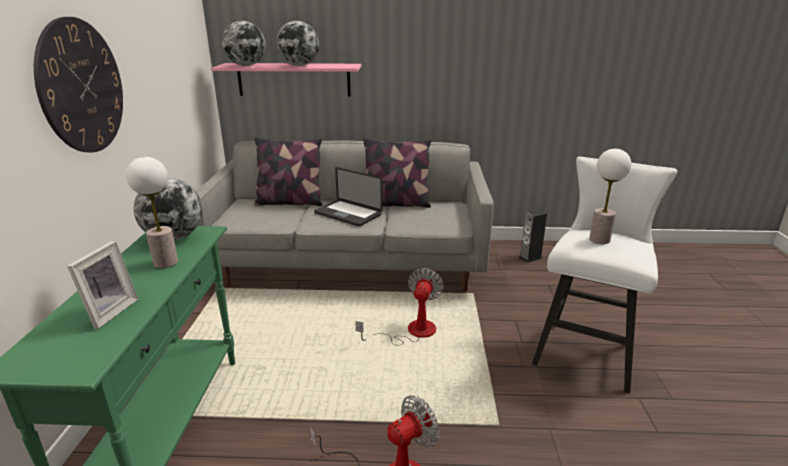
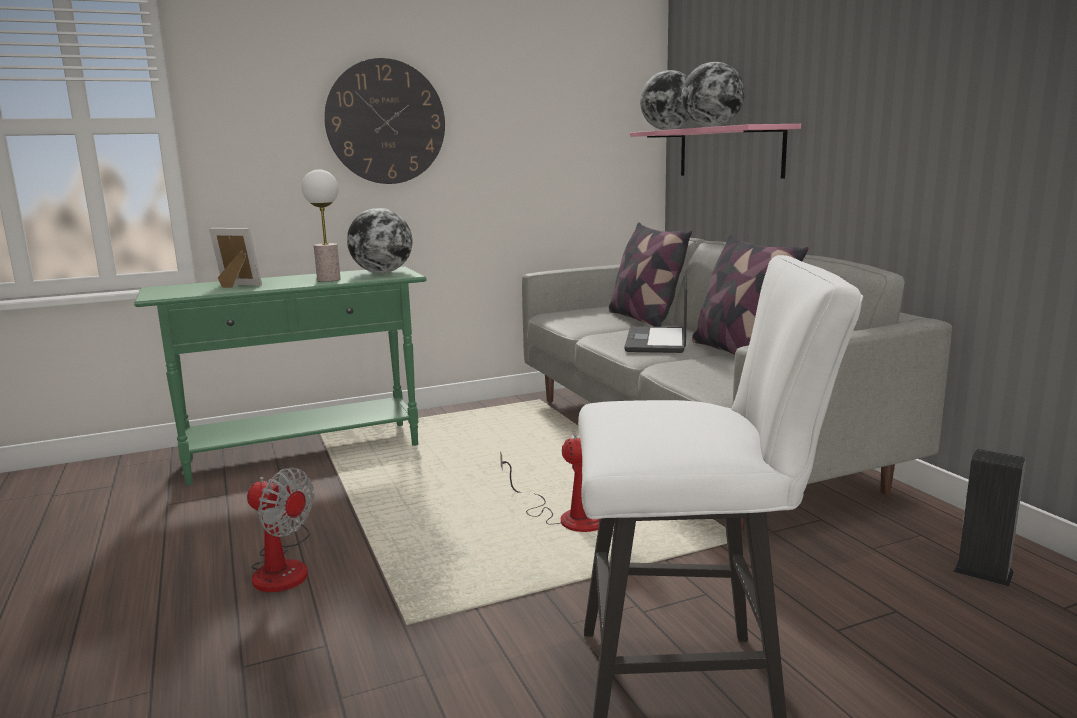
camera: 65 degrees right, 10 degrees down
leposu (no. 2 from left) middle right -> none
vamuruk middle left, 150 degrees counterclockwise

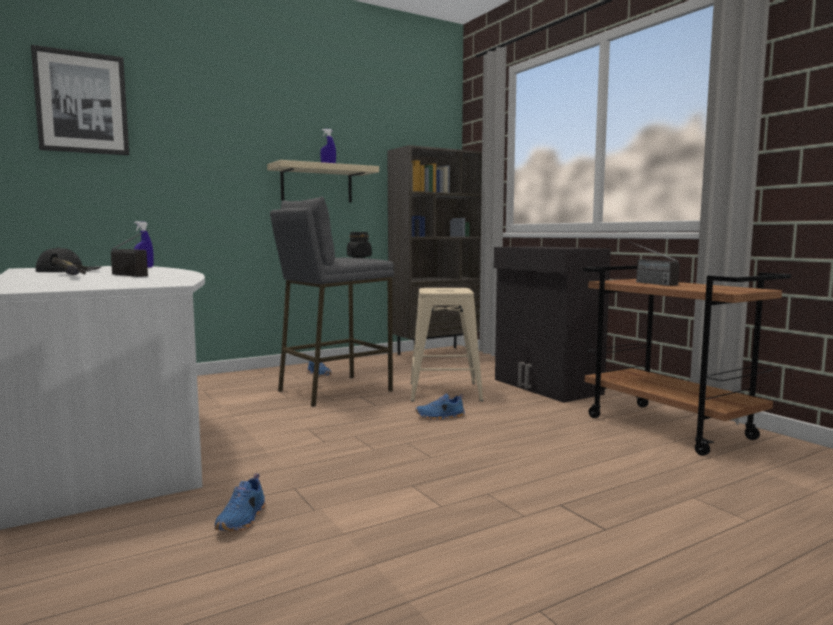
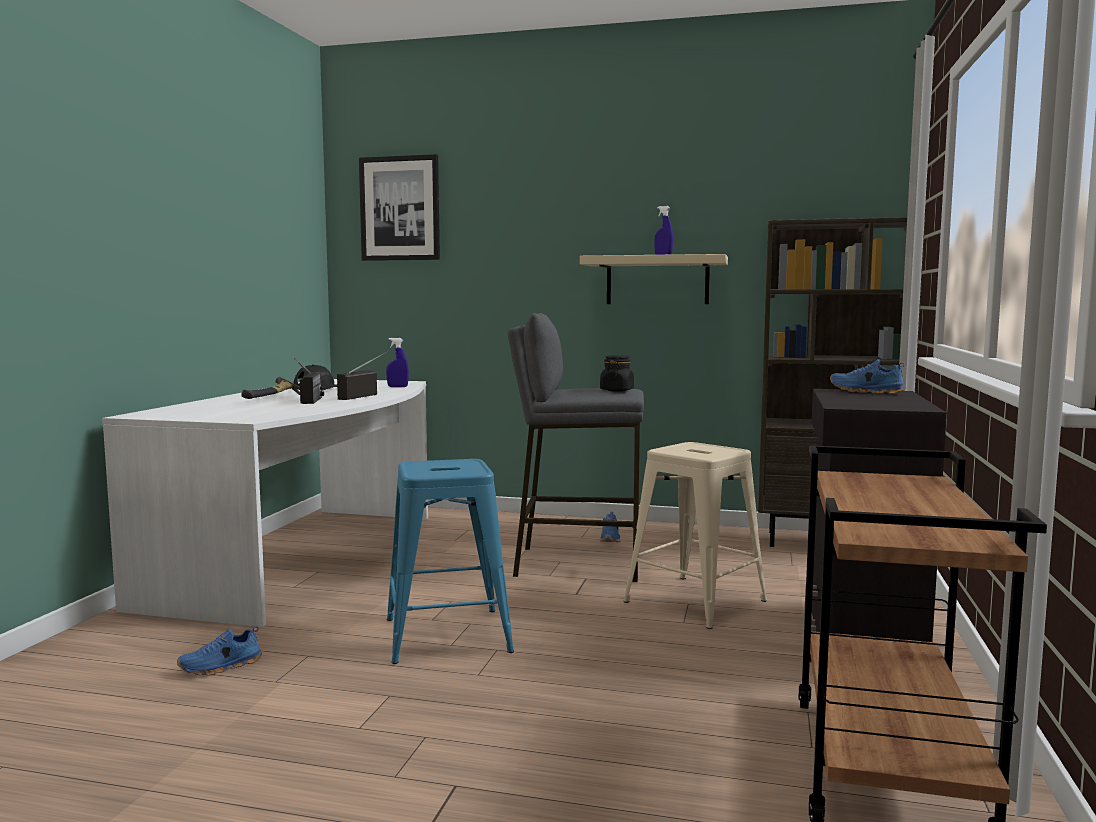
camera: 45 degrees right, 0 degrees up
none -> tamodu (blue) bottom centre
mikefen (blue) (no. 3 from left) centre -> mikefen (blue) (no. 3 from left) middle right, shifted
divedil (no. 2 from left) middle right -> divedil (no. 2 from left) middle left, shifted

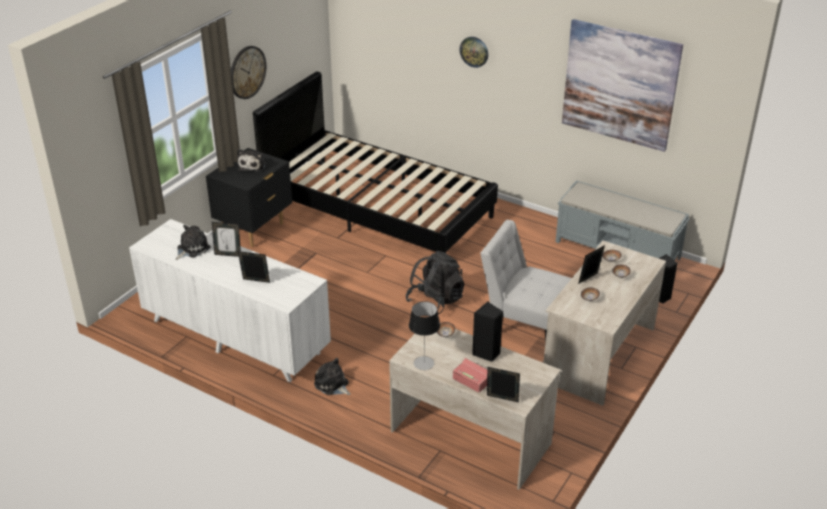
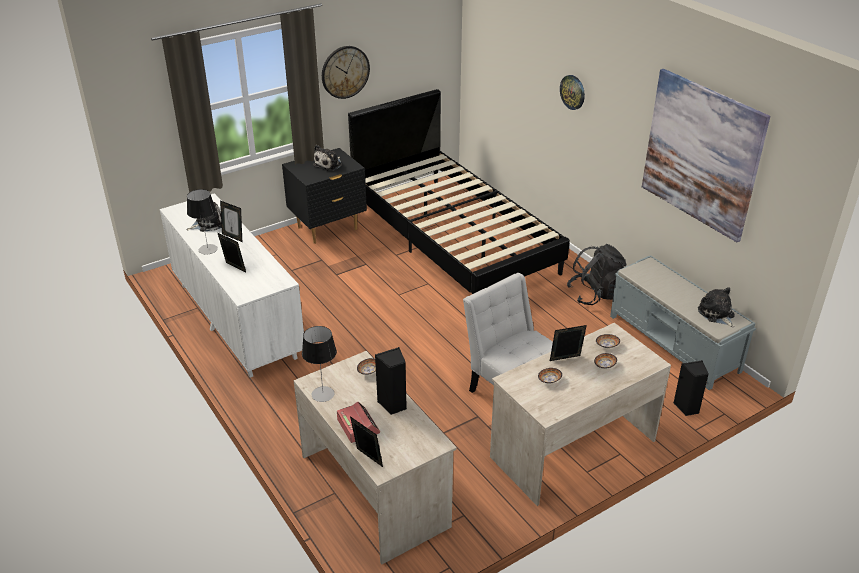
camera: 25 degrees right, 0 degrees up
none -> leposu (no. 1 from left) middle left
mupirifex (no. 3 from left) bottom centre -> mupirifex (no. 3 from left) middle right, shifted
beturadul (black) centre -> beturadul (black) middle right, shifted

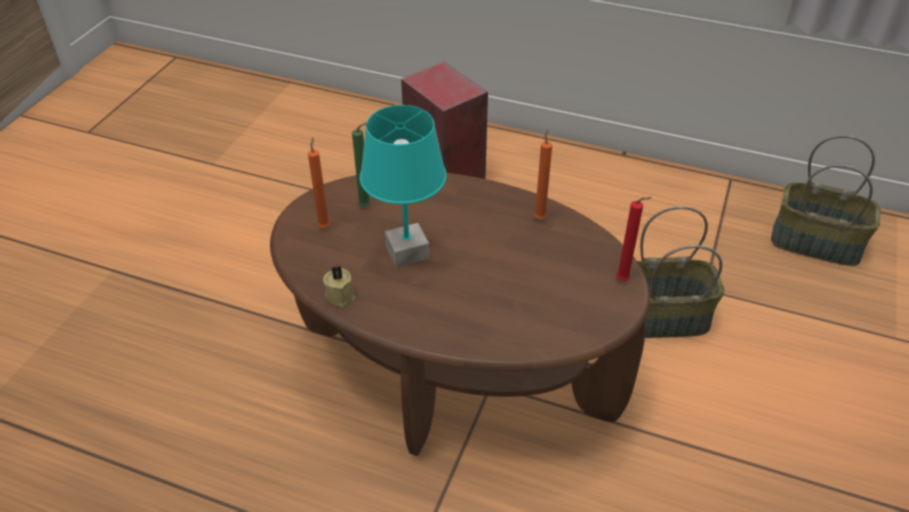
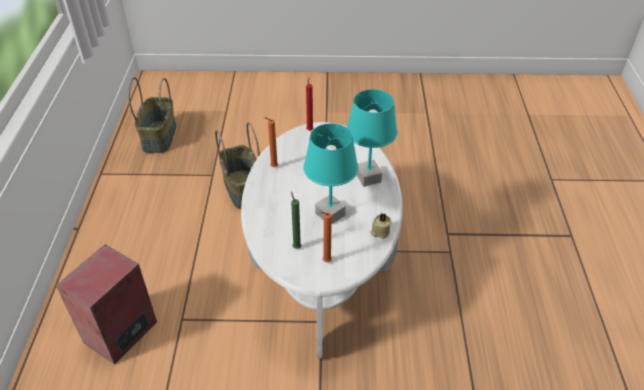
camera: 110 degrees left, 0 degrees up
none -> leposu (turquoise) (no. 2 from left) centre
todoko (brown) centre -> todoko (white) centre

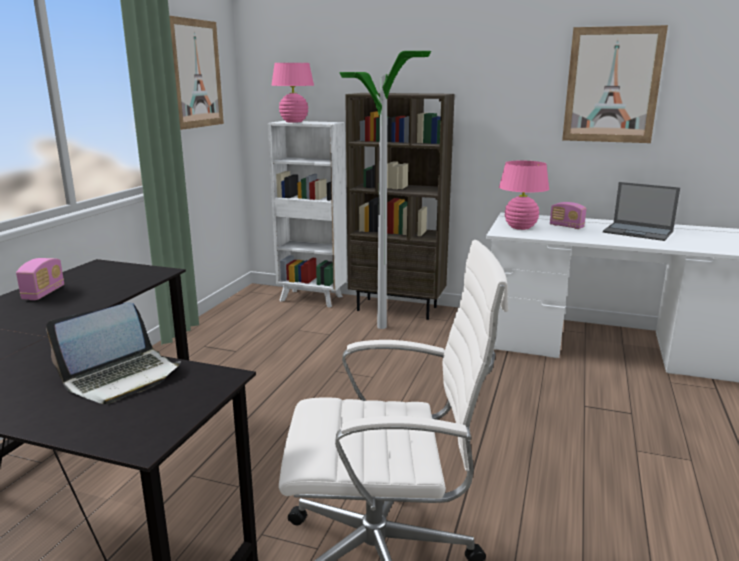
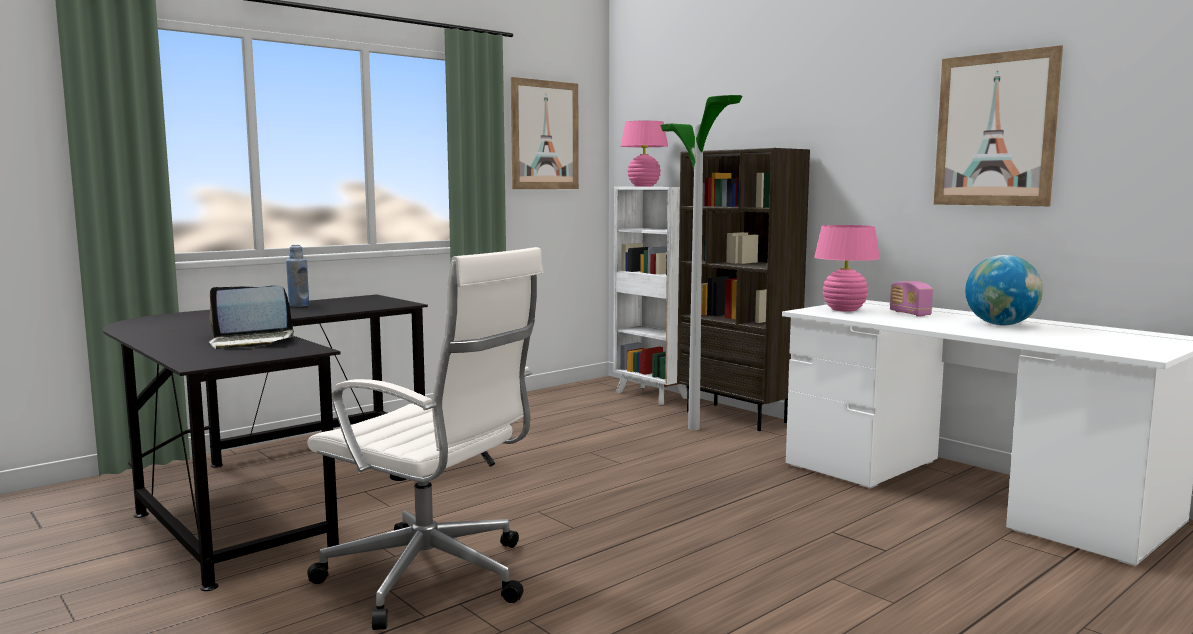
camera: 30 degrees right, 10 degrees down
divedil (no. 1 from left) middle left -> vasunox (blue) middle left
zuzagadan (no. 2 from left) middle right -> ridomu middle right

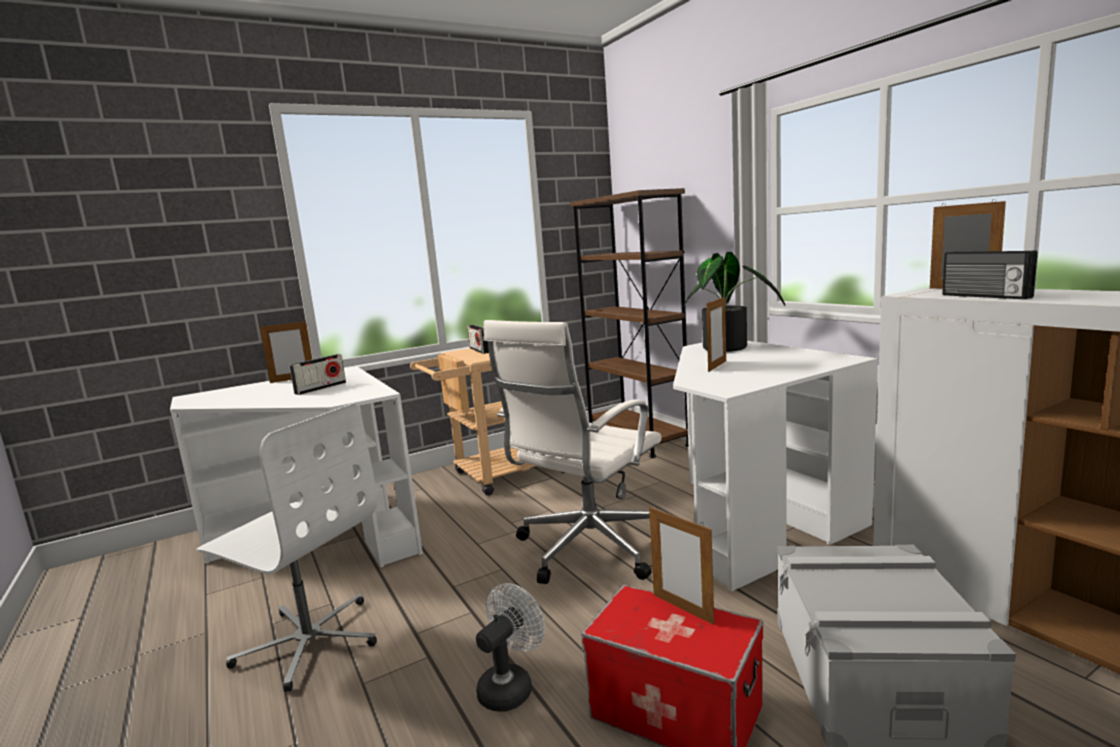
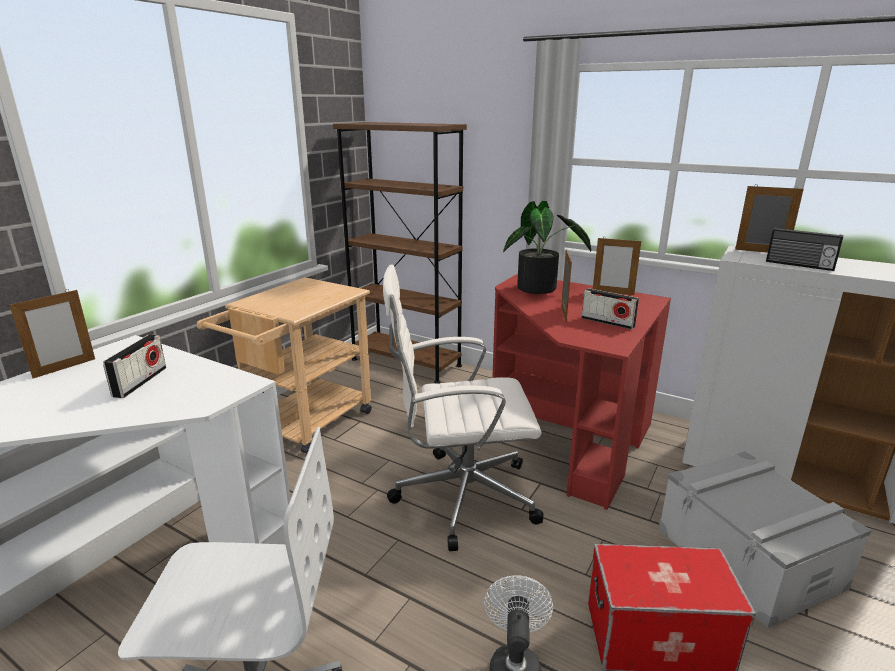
camera: 30 degrees left, 10 degrees up
divedil (no. 2 from left) centre -> divedil (no. 2 from left) middle right, shifted
vamuruk (no. 2 from left in the first image) bottom centre -> vamuruk (no. 3 from left) middle right, shifted
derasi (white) (no. 2 from left) middle right -> derasi (red) centre
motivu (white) (no. 2 from left) centre, 75 degrees clockwise

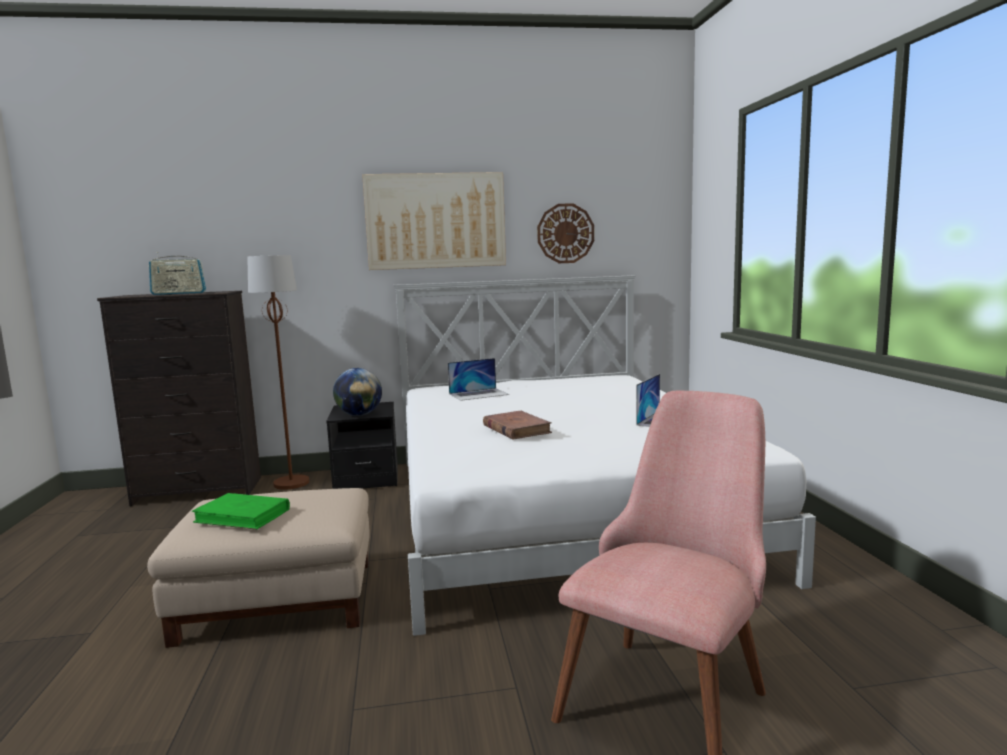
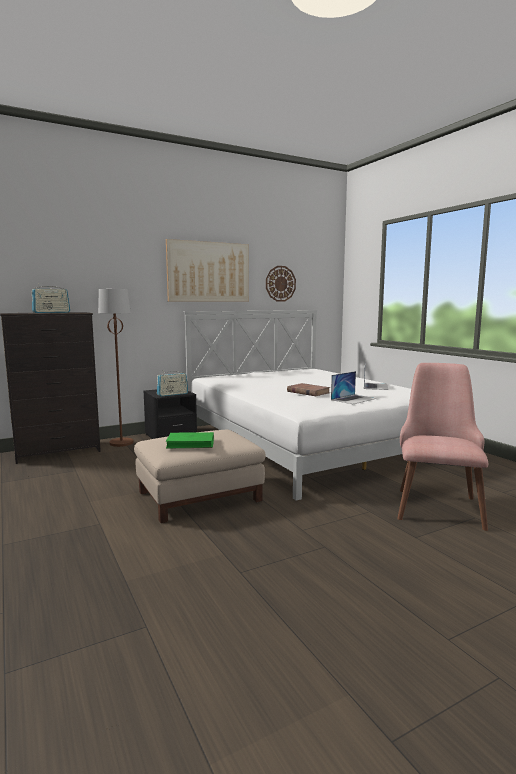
camera: 20 degrees left, 0 degrees up
zuzagadan (no. 1 from left) centre -> zuzagadan (no. 1 from left) middle right, shifted
ridomu centre -> divedil (no. 2 from left) centre

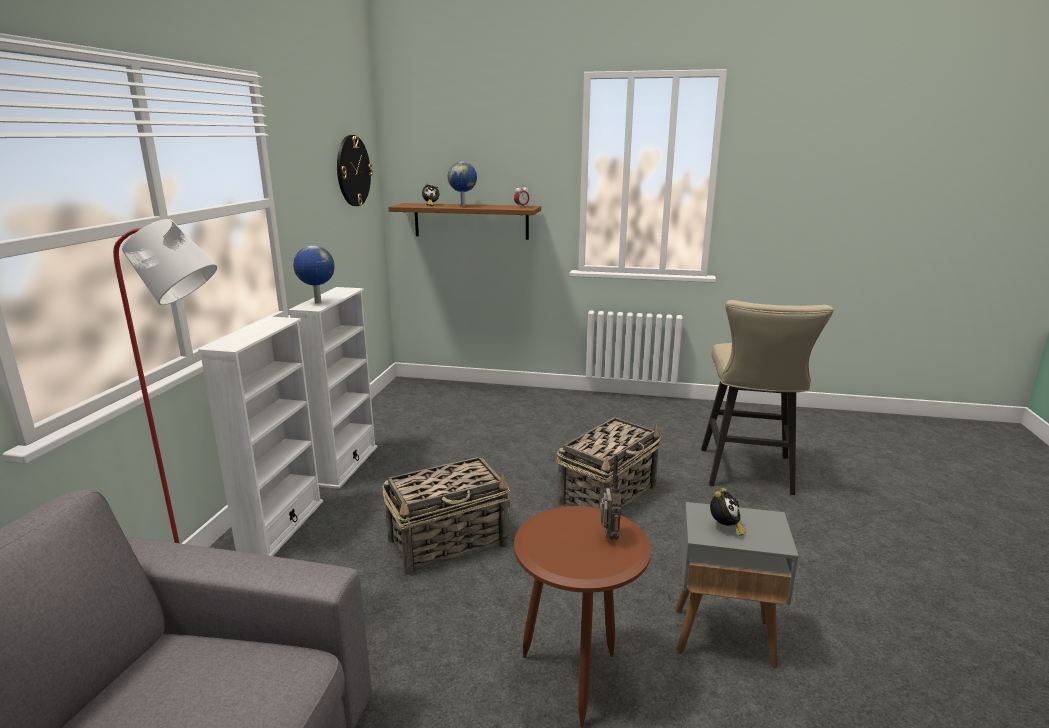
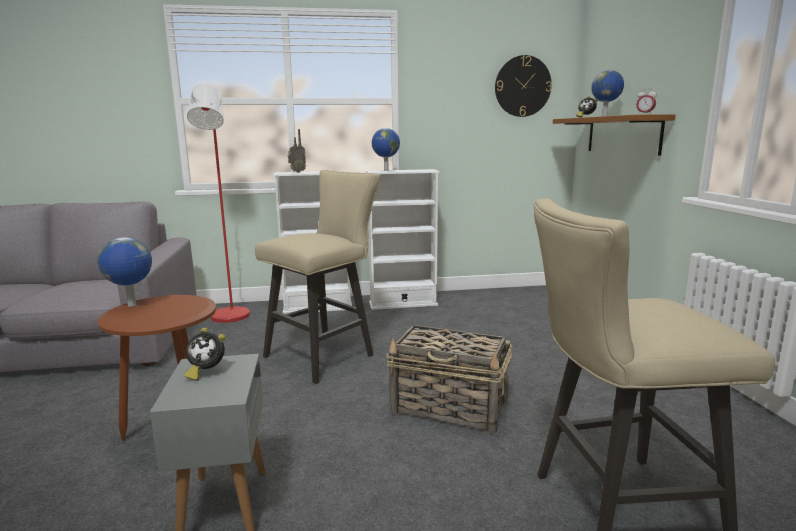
camera: 70 degrees right, 5 degrees down
none -> ridomu (no. 1 from left) middle left
divedil bottom centre -> divedil top centre, shifted
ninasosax (no. 1 from left) bottom centre -> tamodu (beige) (no. 1 from left) centre

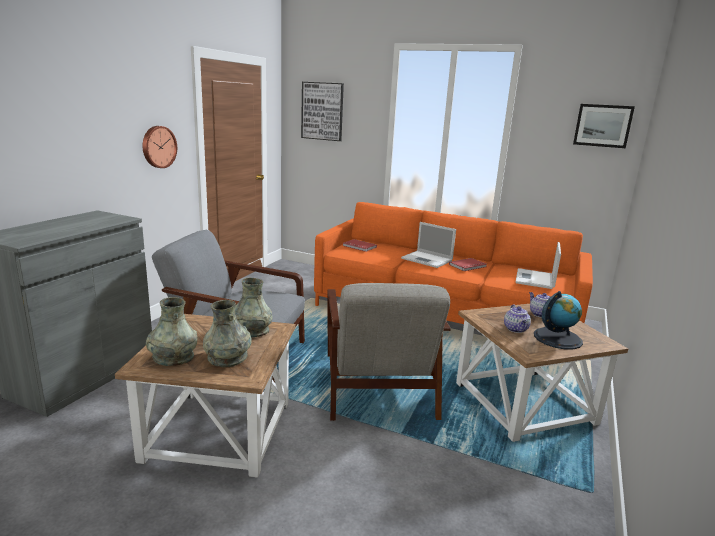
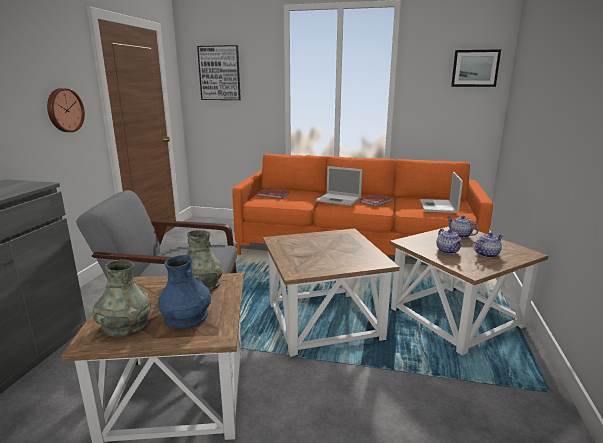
camera: 10 degrees left, 0 degrees up
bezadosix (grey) (no. 2 from left) centre -> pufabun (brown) (no. 2 from left) centre
ridomu middle right -> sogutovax (no. 3 from left) middle right
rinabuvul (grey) (no. 2 from left) middle left -> rinabuvul (blue) middle left

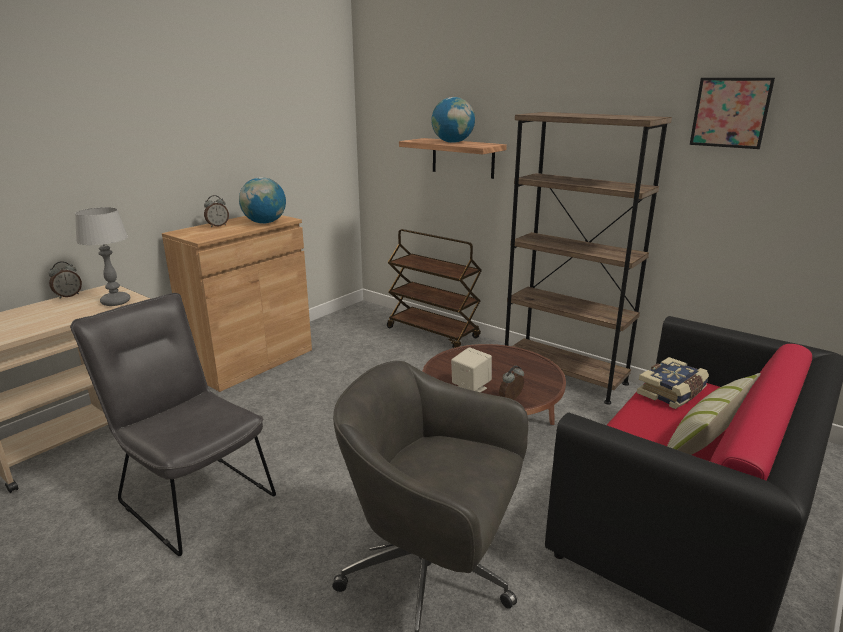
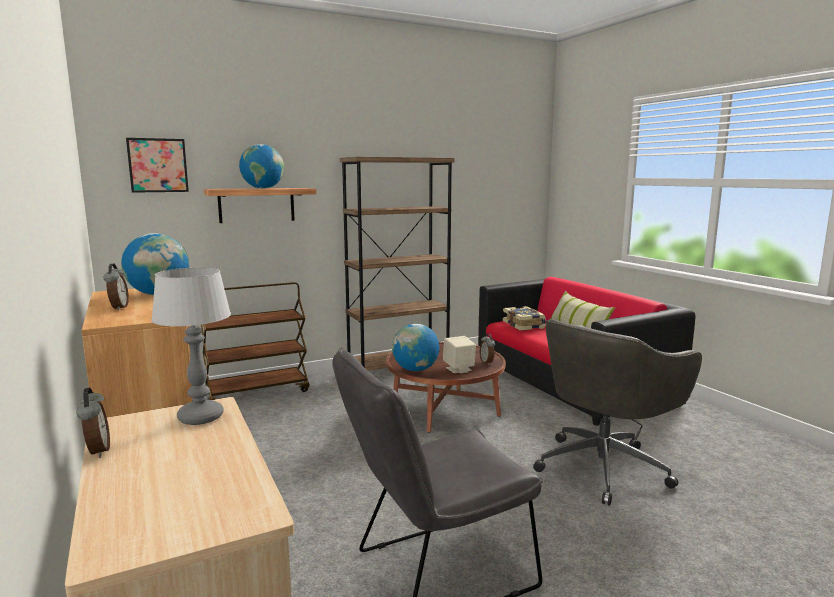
camera: 65 degrees left, 10 degrees down
none -> ridomu (no. 3 from left) centre
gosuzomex top right -> gosuzomex top left, shifted

